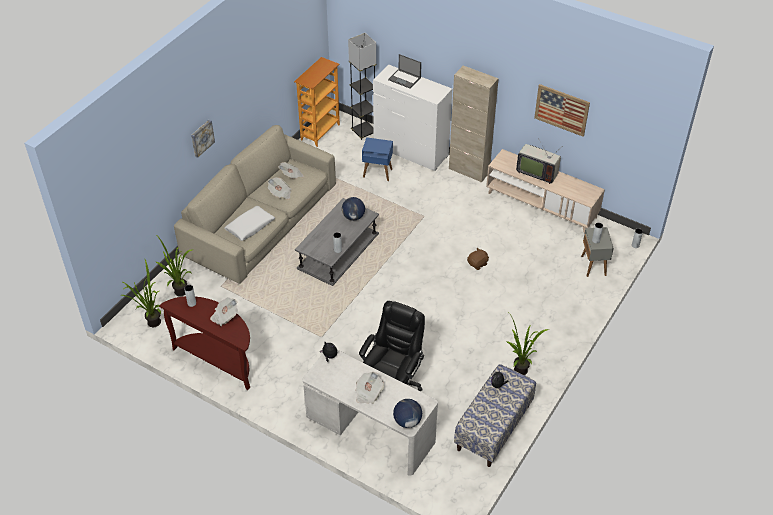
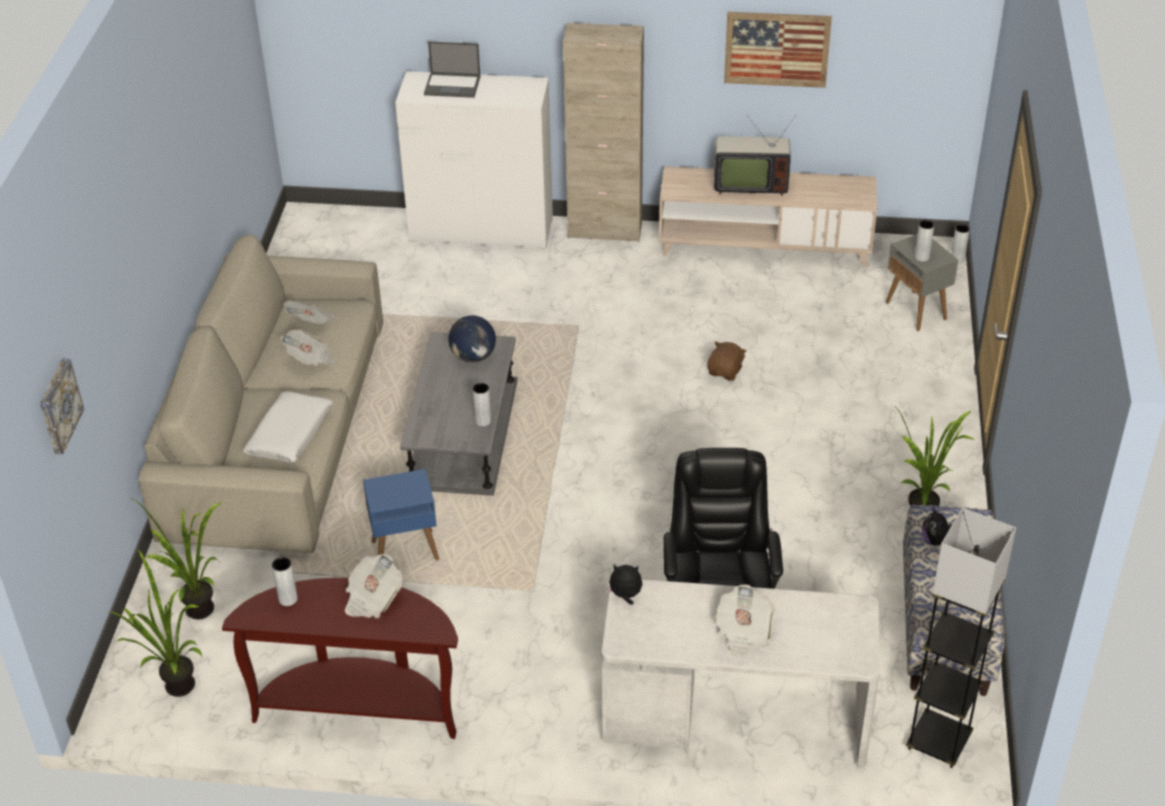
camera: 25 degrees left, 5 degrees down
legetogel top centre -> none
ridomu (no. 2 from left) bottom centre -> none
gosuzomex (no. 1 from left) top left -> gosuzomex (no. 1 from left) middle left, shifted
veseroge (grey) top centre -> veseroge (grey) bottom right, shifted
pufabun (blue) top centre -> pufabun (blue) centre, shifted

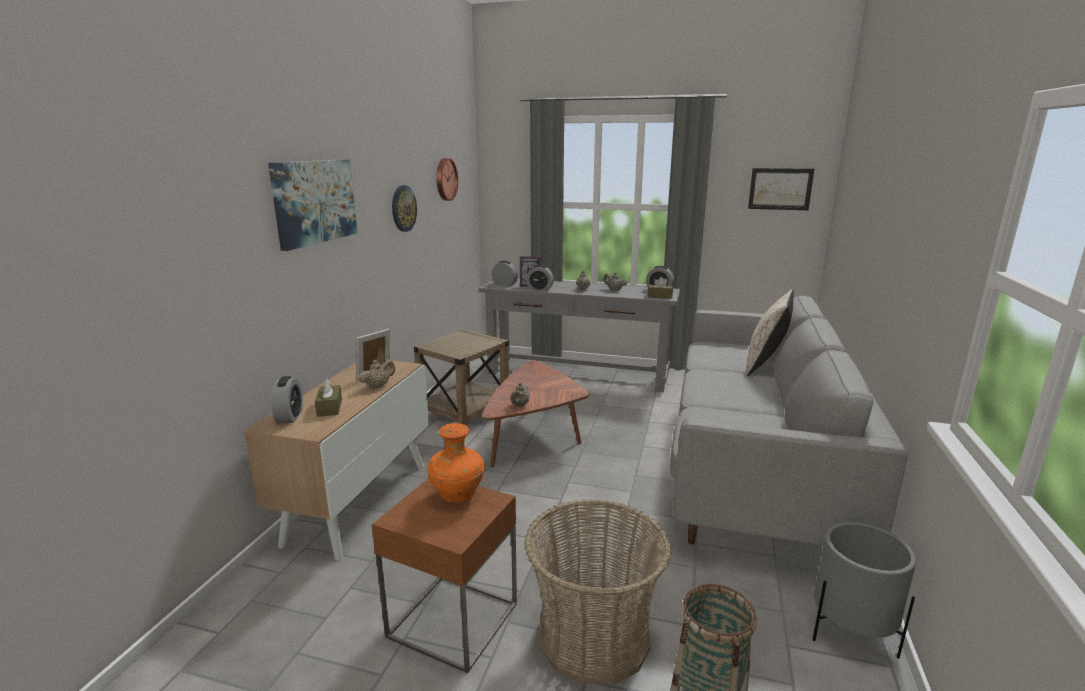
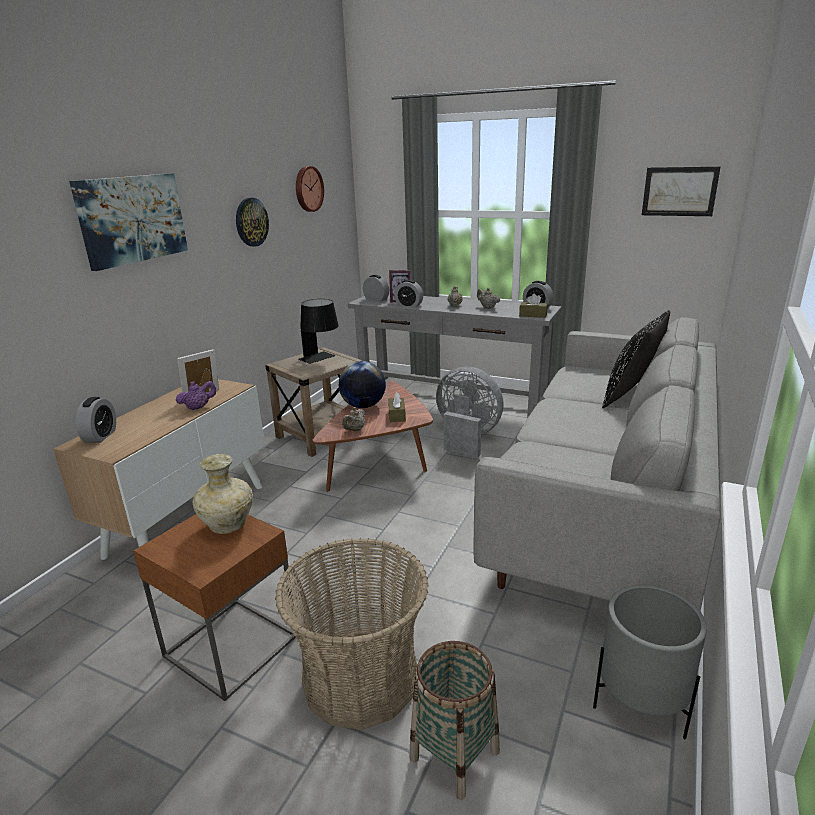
camera: 10 degrees right, 5 degrees up
none -> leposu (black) centre
none -> ridomu centre
none -> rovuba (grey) centre
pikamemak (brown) (no. 1 from left) middle left -> pikamemak (brown) (no. 1 from left) centre, shifted
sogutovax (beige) (no. 1 from left) centre -> sogutovax (purple) middle left
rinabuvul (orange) bottom centre -> rinabuvul (beige) middle left
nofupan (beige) middle right -> nofupan (black) middle right

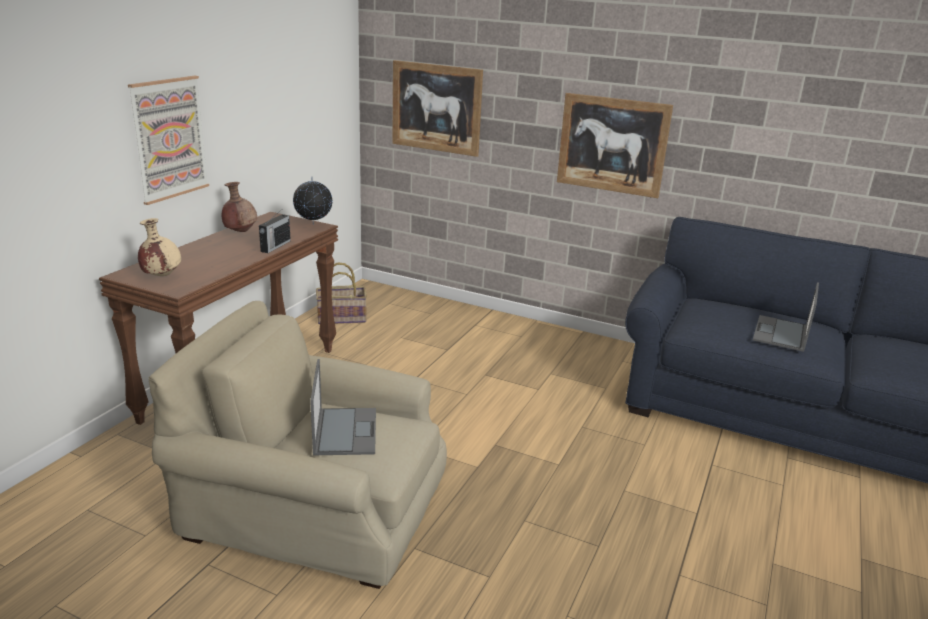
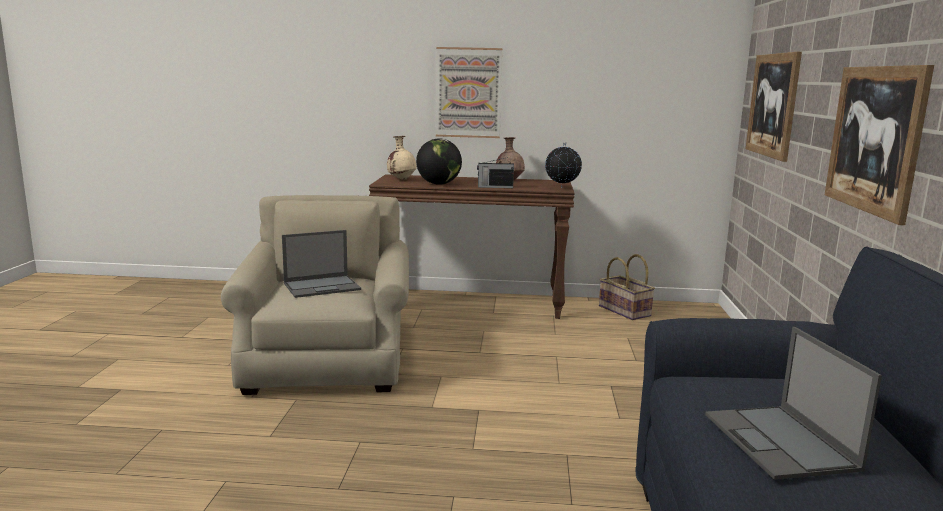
camera: 70 degrees right, 10 degrees down
none -> ridomu (no. 1 from left) top centre
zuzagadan (no. 2 from left) middle right -> zuzagadan (no. 2 from left) bottom right, 105 degrees counterclockwise

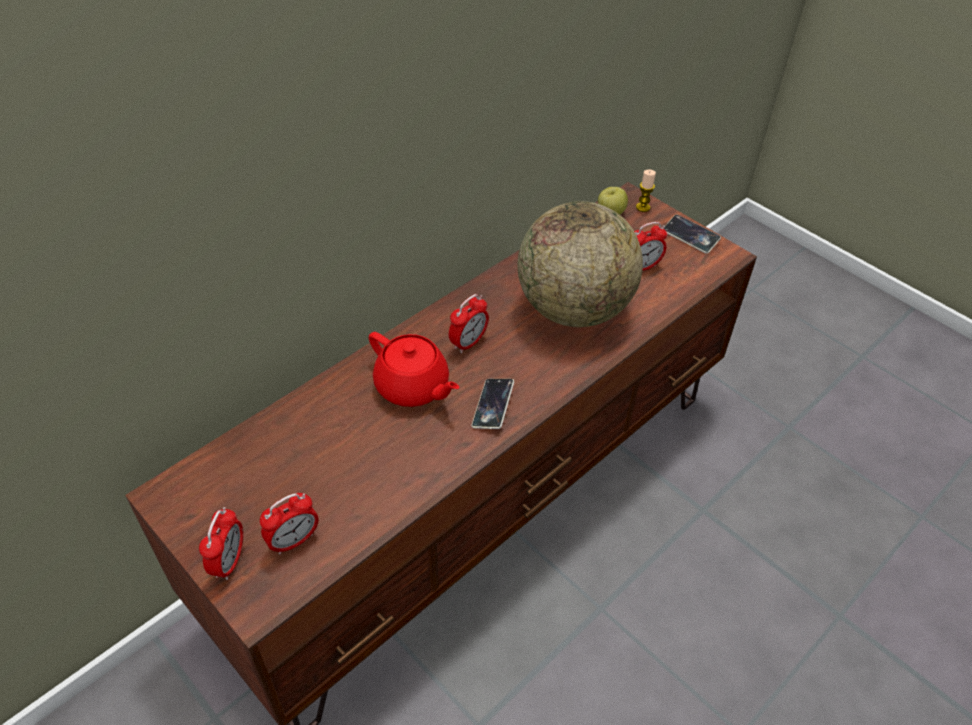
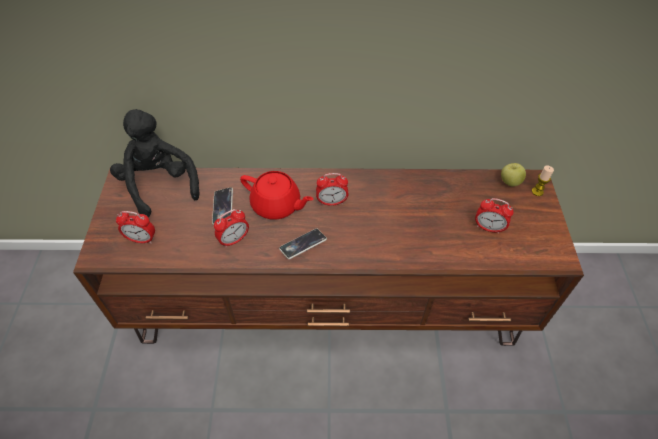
camera: 45 degrees right, 5 degrees up
ridomu centre -> none
none -> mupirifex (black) middle left
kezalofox (no. 1 from left in the first image) bottom left -> kezalofox (no. 2 from left) centre, shifted
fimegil (no. 2 from left in the first image) top right -> fimegil (no. 1 from left) centre, shifted
sogutovax (red) centre, 60 degrees counterclockwise

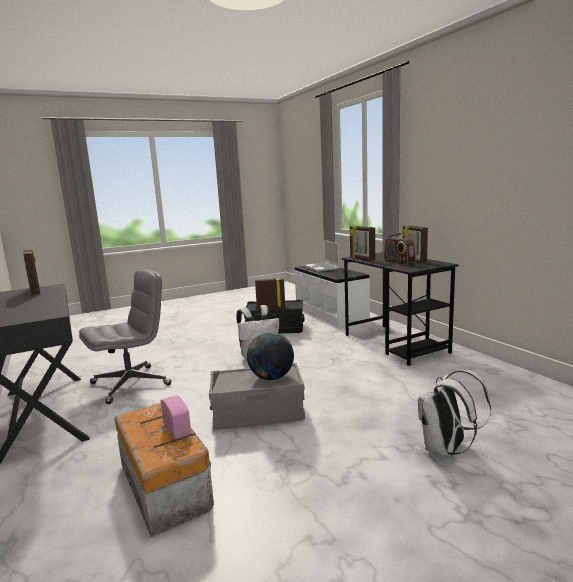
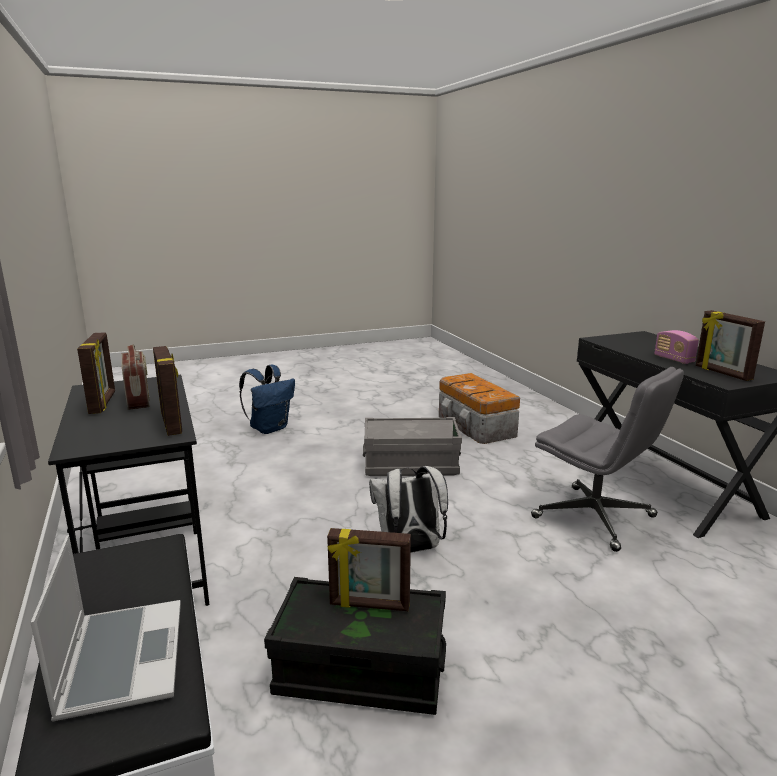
camera: 175 degrees left, 5 degrees up
ridomu centre -> none
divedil (no. 1 from left in the first image) bottom left -> divedil (no. 2 from left) middle right, shifted
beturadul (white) (no. 2 from left) bottom right -> beturadul (blue) centre
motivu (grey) middle left -> motivu (grey) middle right, 105 degrees counterclockwise

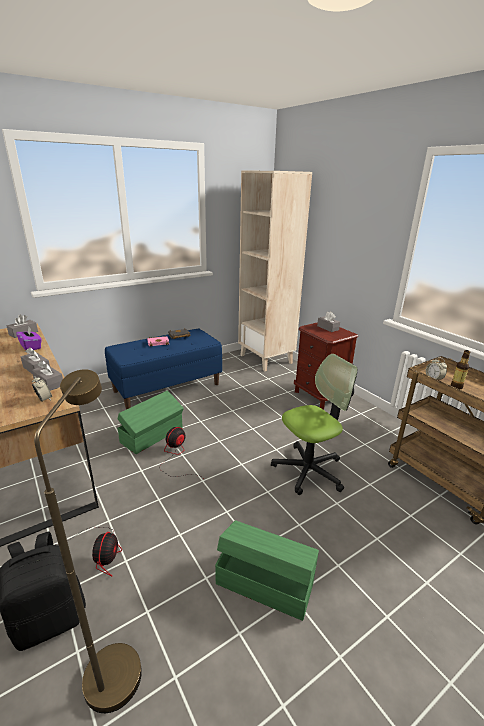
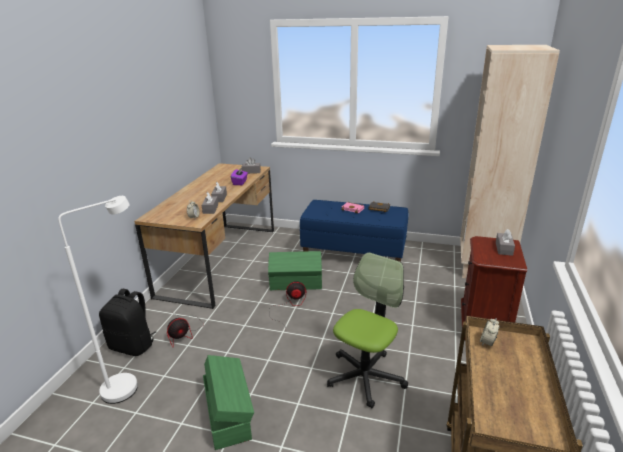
camera: 50 degrees right, 0 degrees up
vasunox middle right -> none
veseroge (brown) bottom left -> veseroge (white) middle left
motivu centre -> motivu bottom centre, 75 degrees counterclockwise

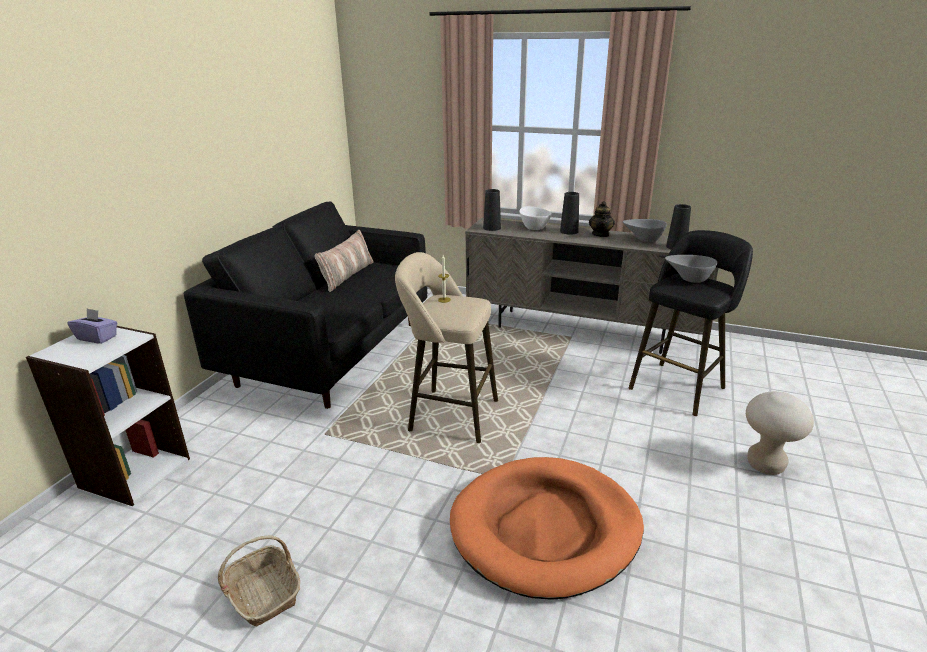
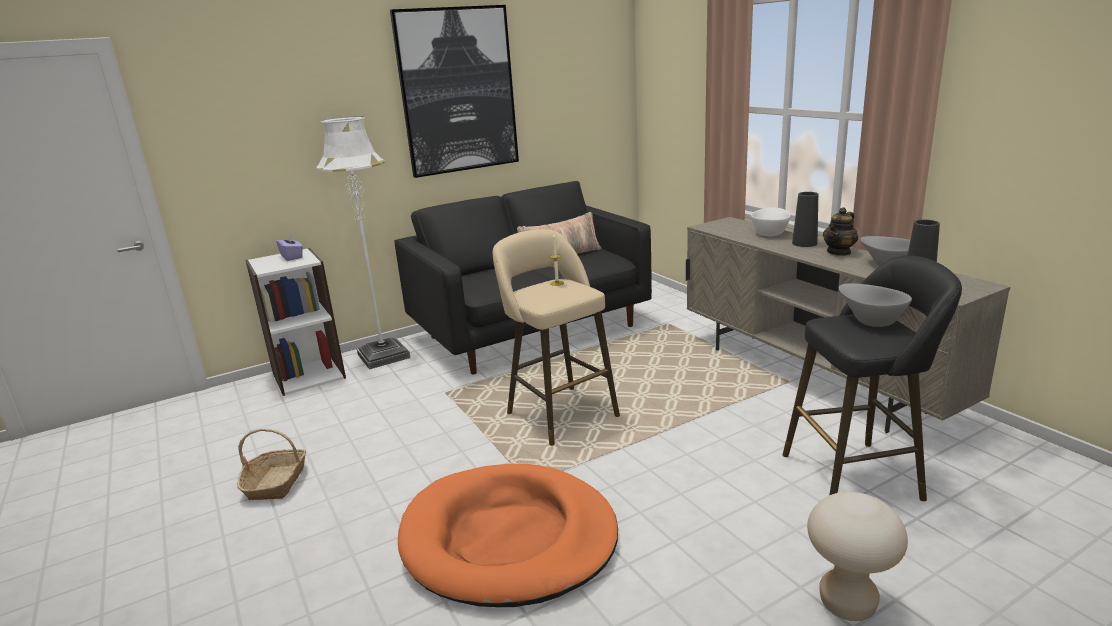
camera: 40 degrees right, 5 degrees down
rinabuvul (black) (no. 1 from left) top centre -> none
none -> veseroge (white) middle left
none -> gosuzomex top centre

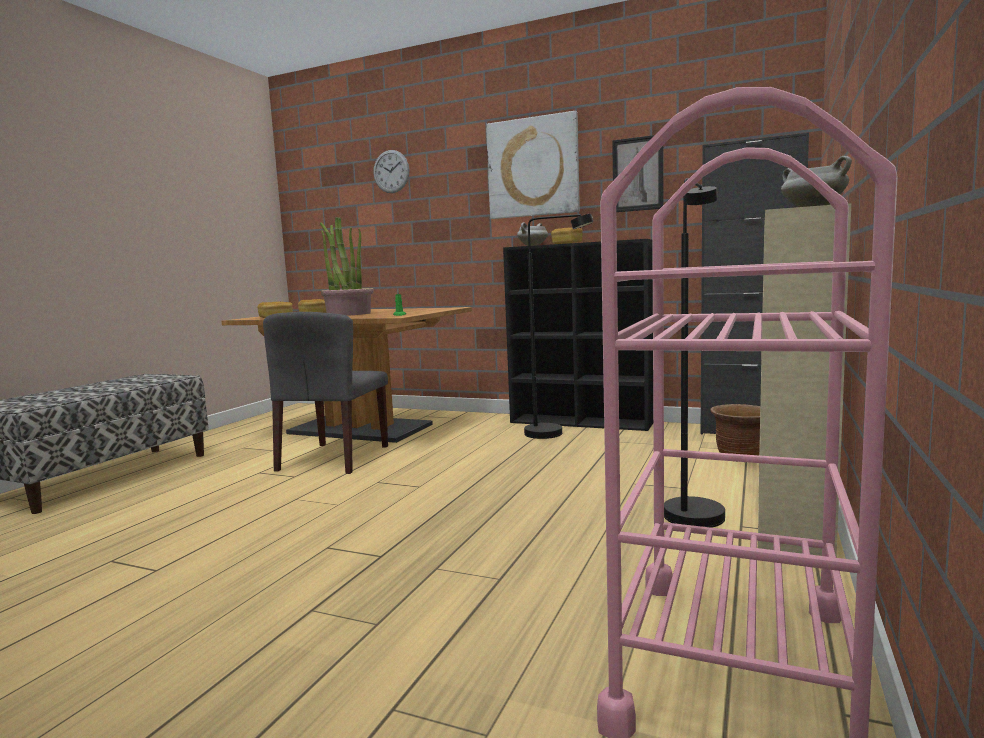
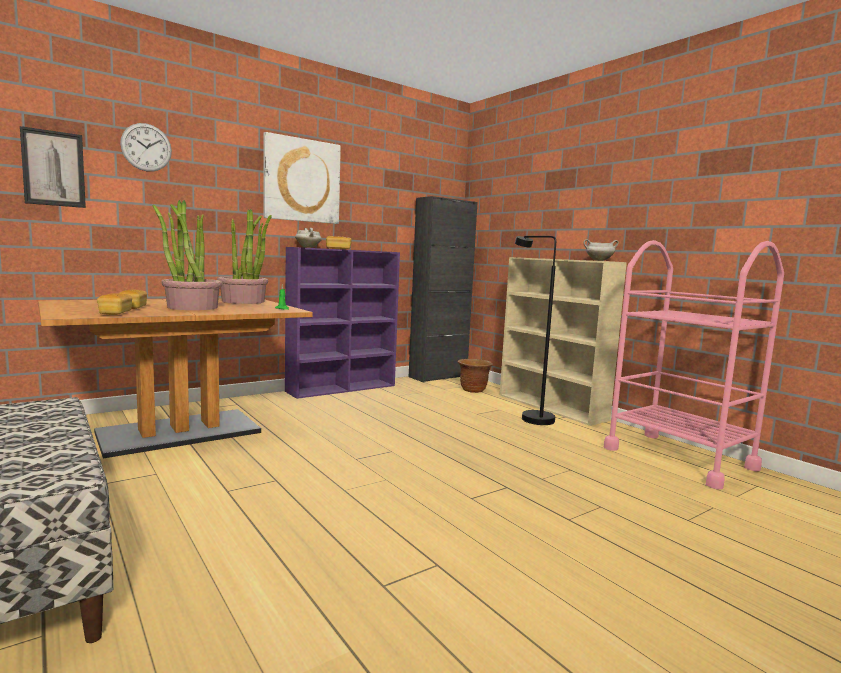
camera: 60 degrees left, 0 degrees up
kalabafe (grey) middle left -> none
veseroge (black) (no. 1 from left) centre -> none
none -> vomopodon (no. 2 from left) middle left
gosuzomex (no. 2 from left in the first image) top centre -> gosuzomex (no. 1 from left) top left, shifted
legetogel (black) centre -> legetogel (purple) centre

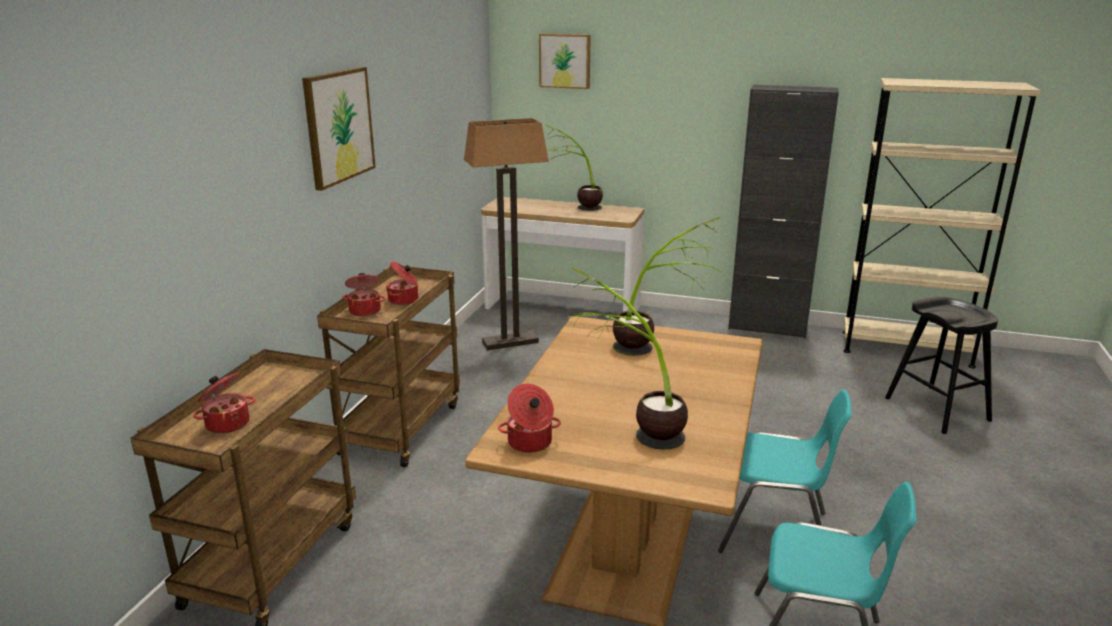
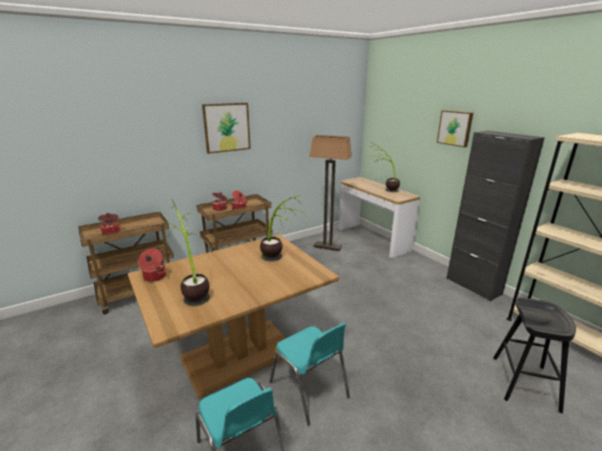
camera: 40 degrees right, 0 degrees up
gosuzomex (no. 2 from left) top centre -> gosuzomex (no. 2 from left) top right, shifted

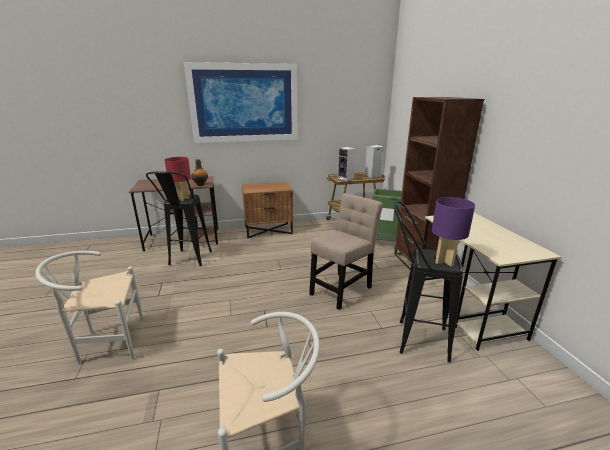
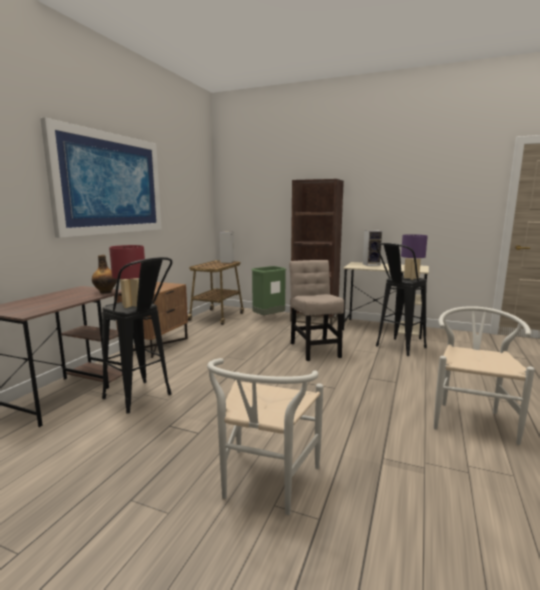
camera: 55 degrees left, 10 degrees down
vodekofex (no. 1 from left in the first image) centre -> vodekofex (no. 2 from left) middle right, shifted

